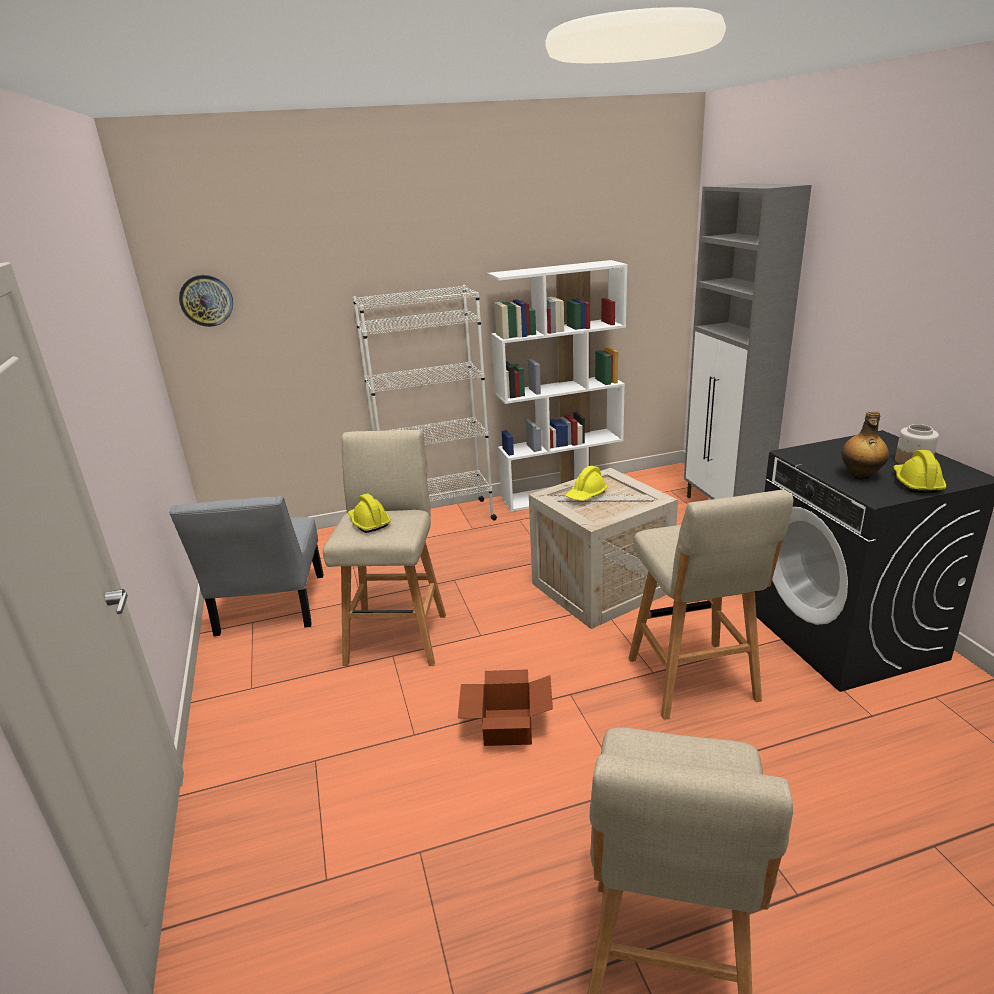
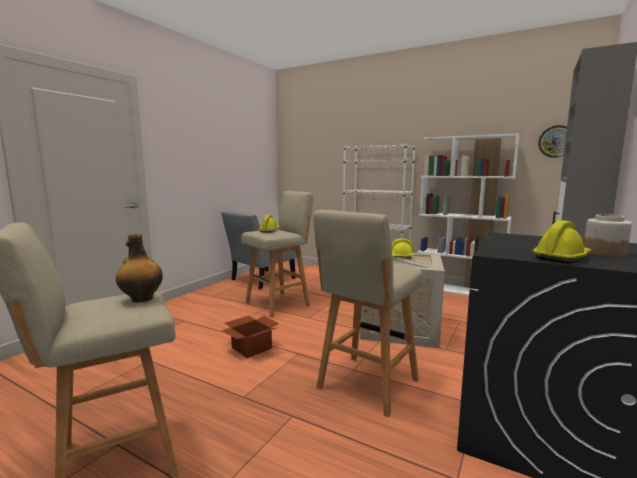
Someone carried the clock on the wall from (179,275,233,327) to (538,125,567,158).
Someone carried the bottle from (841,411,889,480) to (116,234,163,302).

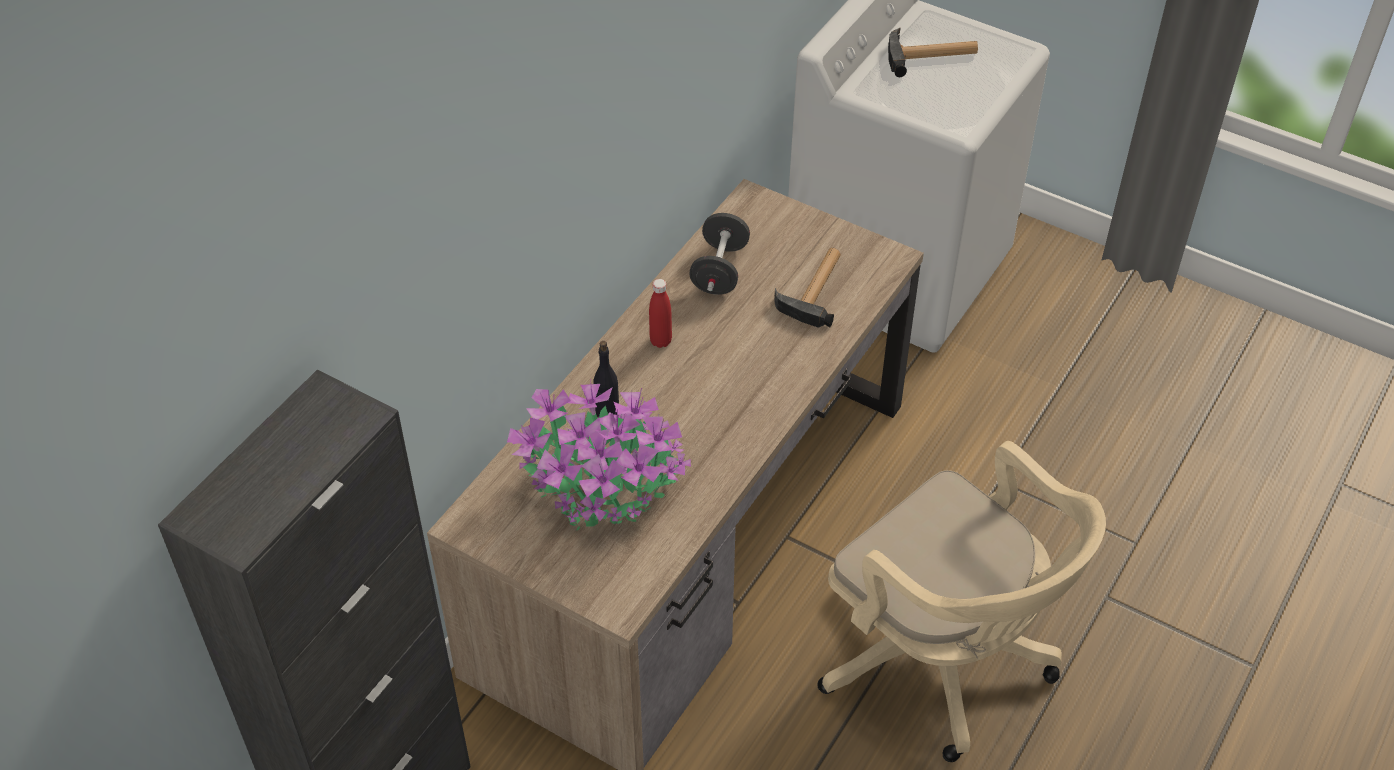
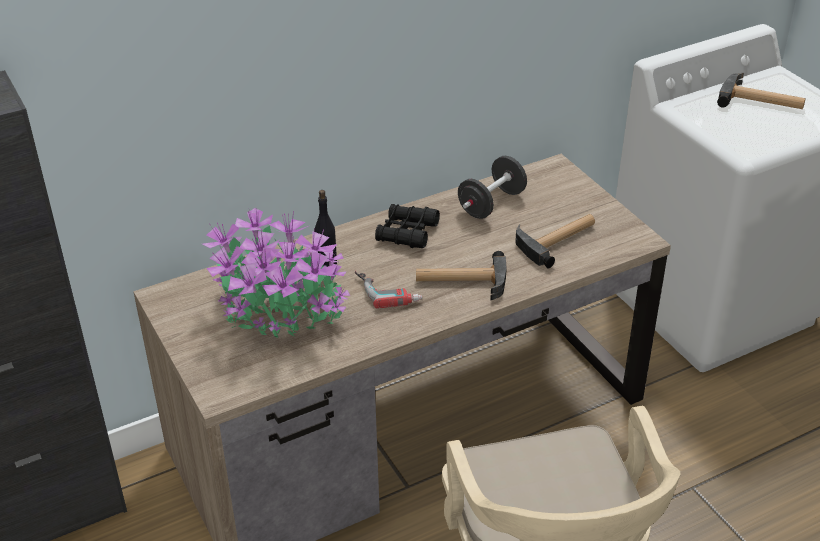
Someone put down the power drill at (355,271,423,309).
Someone put down the hammer at (416,251,507,301).
Someone swapped the red bottle at (649,279,672,348) for the black-coloured pair of binoculars at (375,204,440,248).

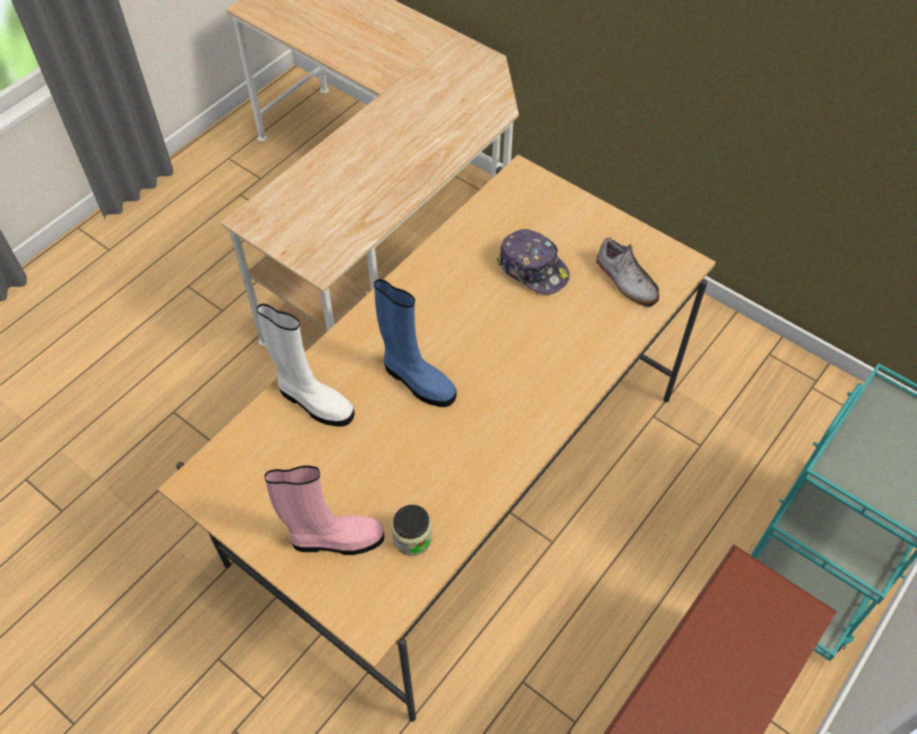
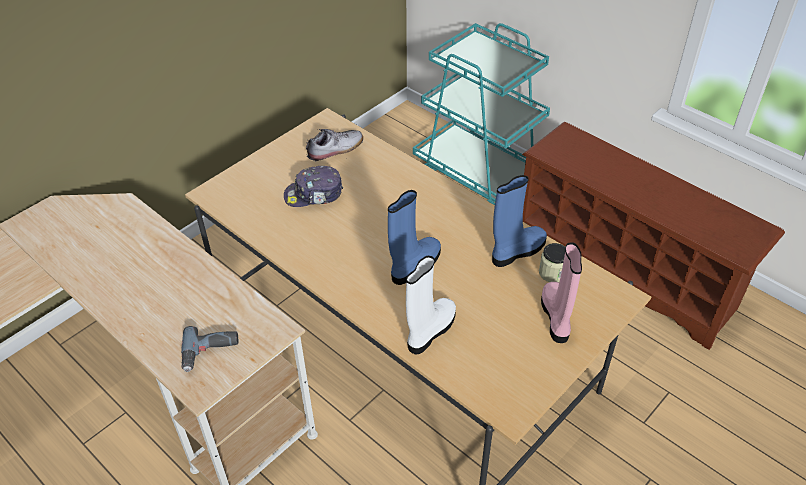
Someone put down the power drill at (181,326,238,372).
Someone put down the bluish boot at (492,175,547,267).
Someone rotated the peaked cap at (496,229,569,295) by 150 degrees counterclockwise.

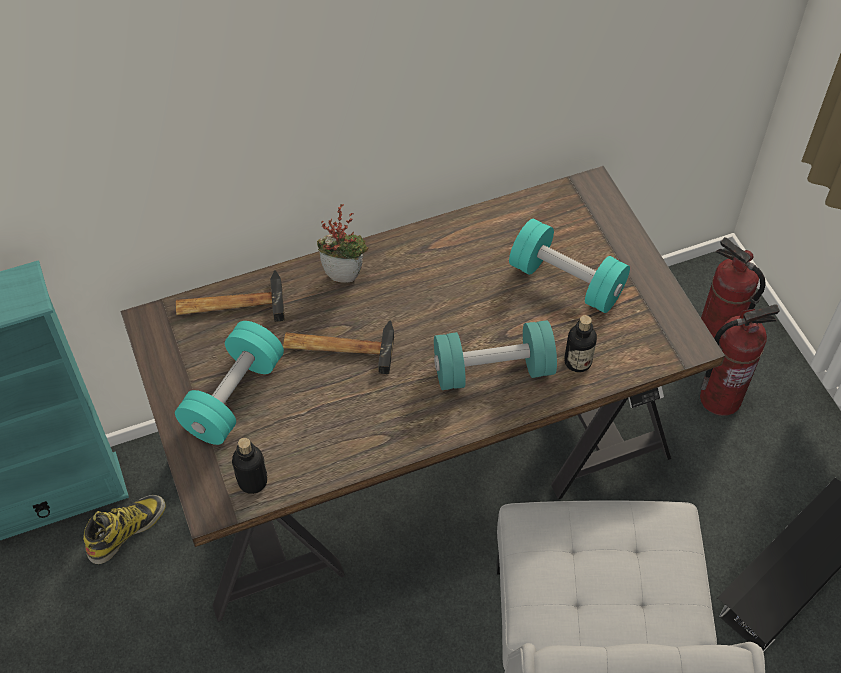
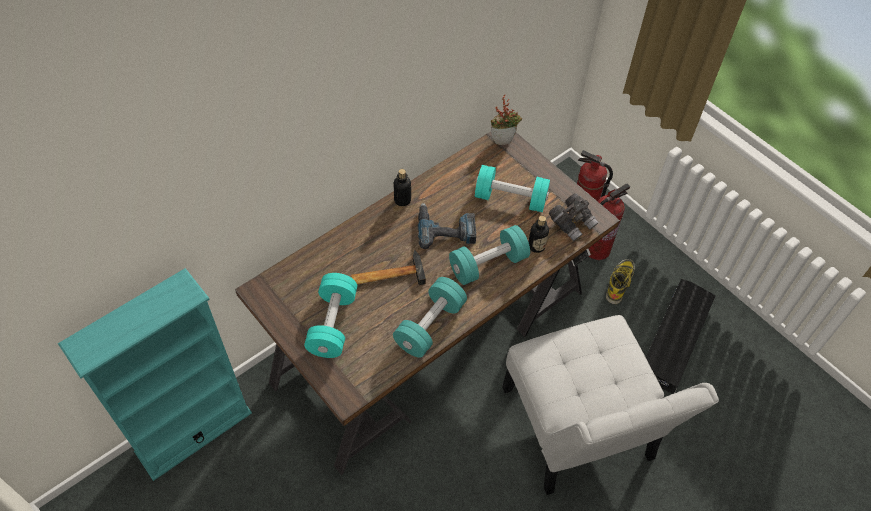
Someone took away the hammer at (176,270,285,322).
Someone put down the turquoise-coloured hand weight at (393,277,467,358).
Someone put down the power drill at (418,203,476,249).
Someone put down the grey pair of binoculars at (549,193,599,241).
Someone carried the boot from (83,495,166,564) to (606,259,635,304).
Someone carried the bottle from (232,438,268,494) to (394,169,411,206).
Someone carried the houseplant from (317,204,369,283) to (491,95,522,145).

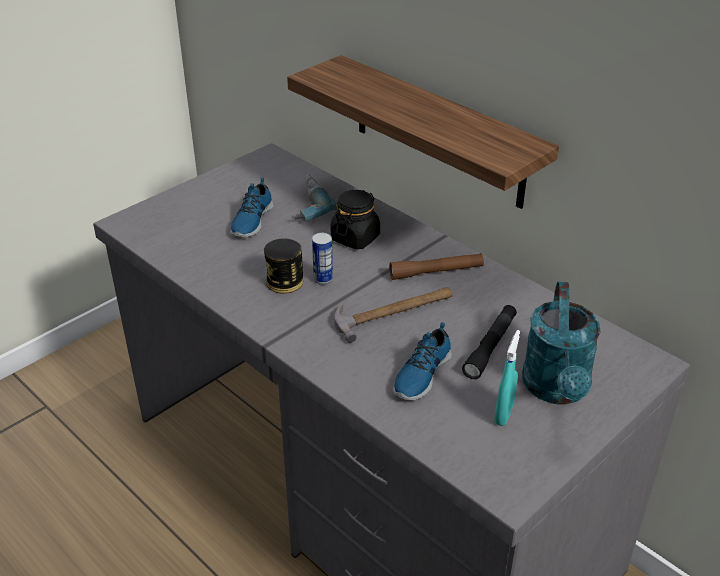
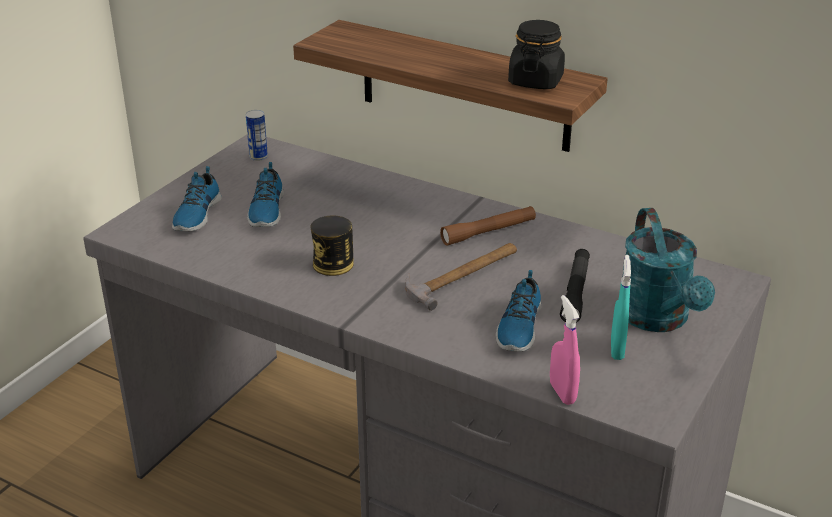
Someone took away the power drill at (294,174,337,221).
Someone put down the shoe at (172,166,222,231).
Someone put down the pink hand sprayer at (550,295,580,405).
Someone carried the sealed can from (312,233,333,285) to (246,110,268,161).
Someone carried the black-coloured jar from (330,190,380,249) to (508,20,565,89).

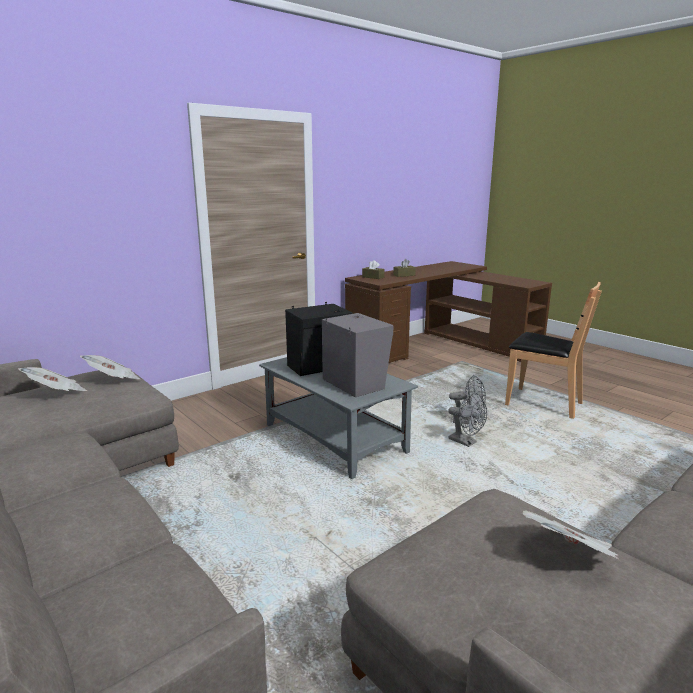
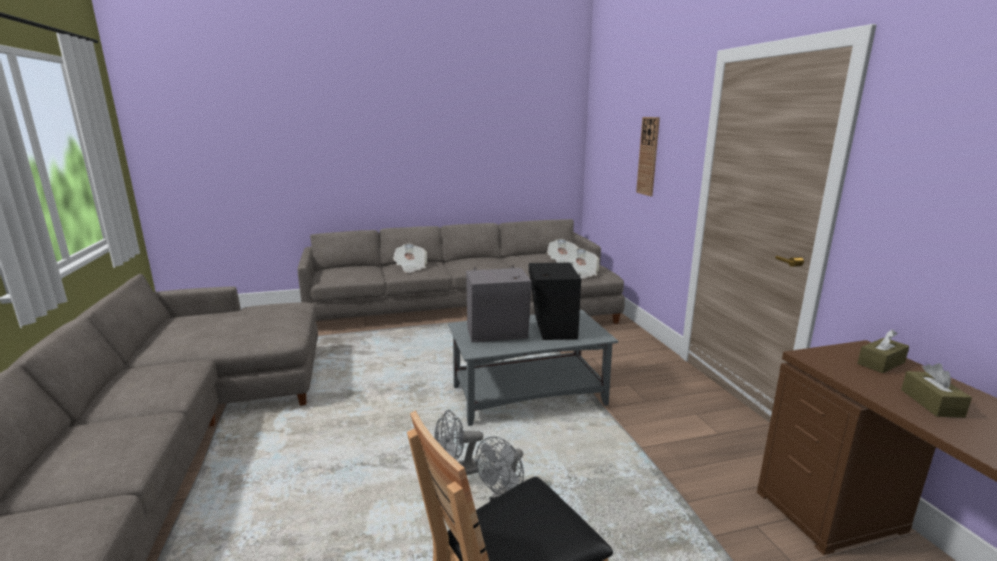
Someone put up the clock on the wall at (636,117,660,196).
Someone carried the daily paper from (523,510,619,559) to (393,243,427,273).

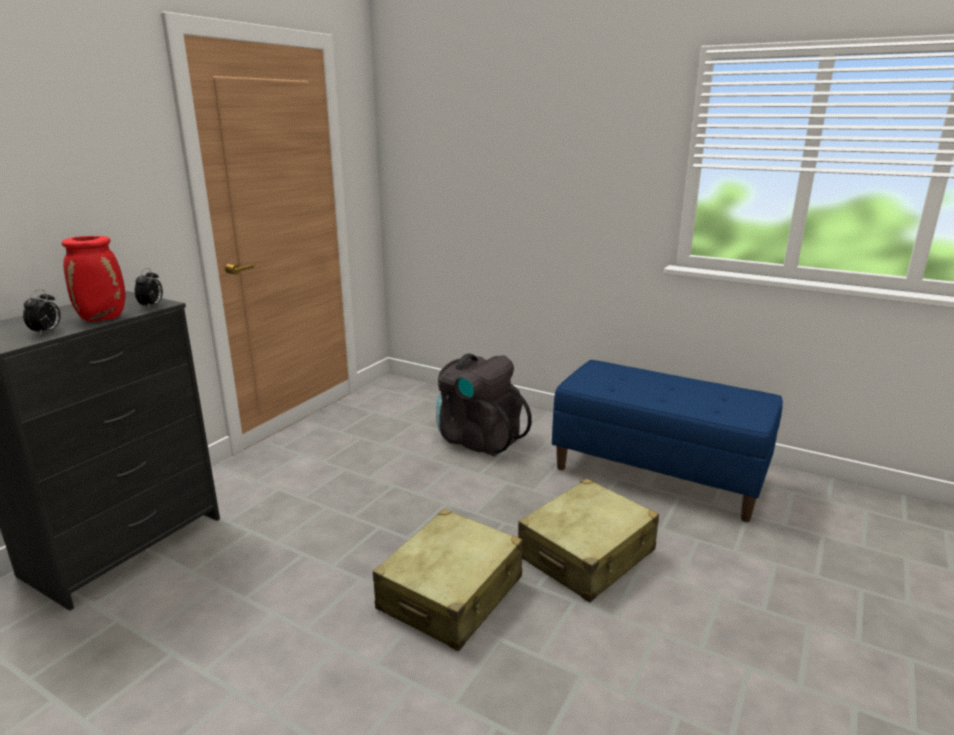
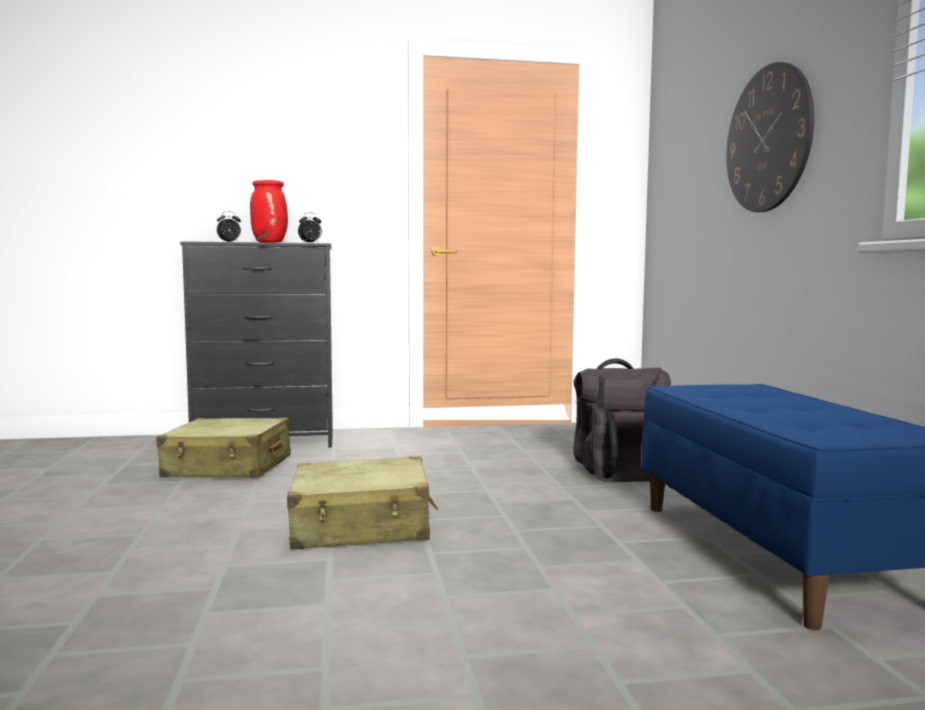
Someone put up the clock on the wall at (726,62,814,212).
Someone carried the beige-coloured piece of luggage from (518,479,659,602) to (156,418,291,478).

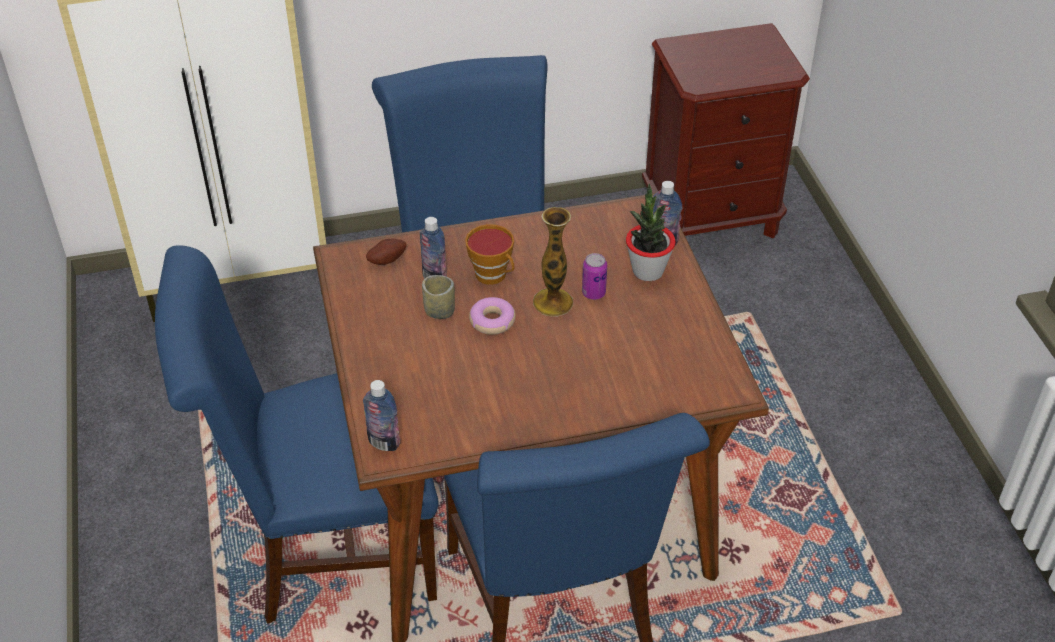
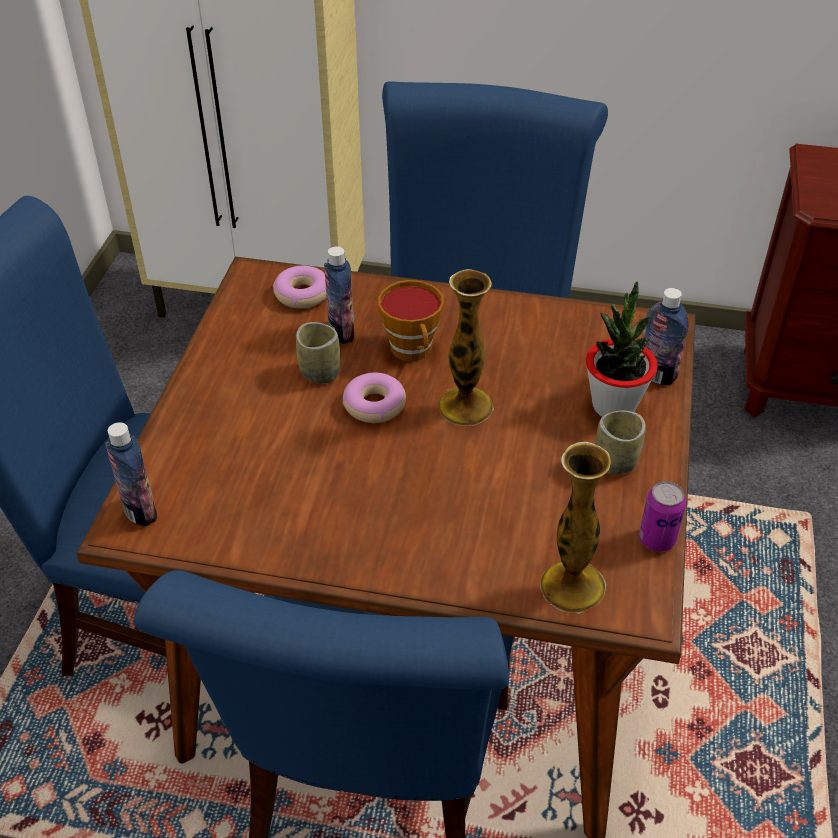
Someone put down the decorative vase at (540,442,611,614).
Someone put down the cup at (595,411,646,474).
Someone carried the sealed can from (582,253,607,300) to (639,481,686,552).
Someone swapped the spud at (366,239,407,265) for the donut at (273,266,326,308).

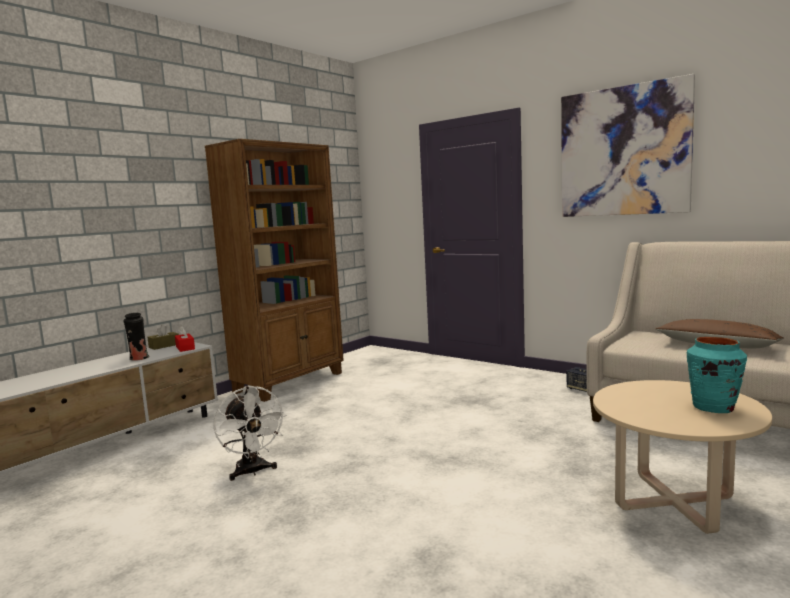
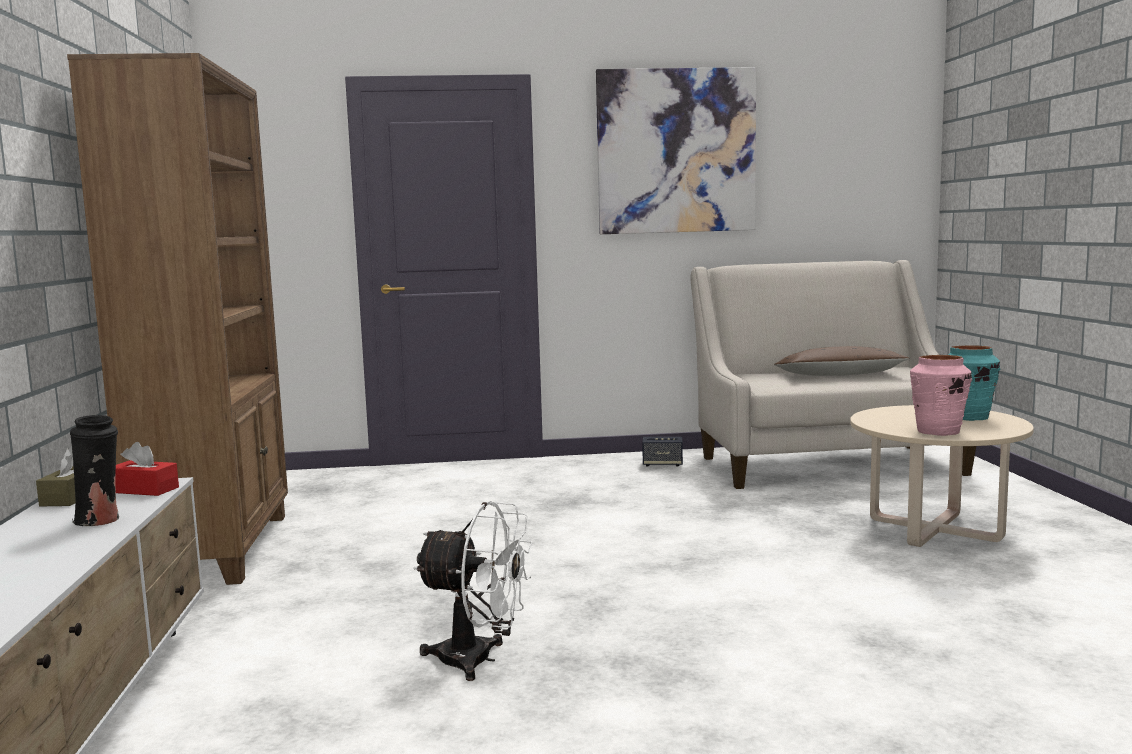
Someone put down the pink decorative vase at (910,355,972,436).

